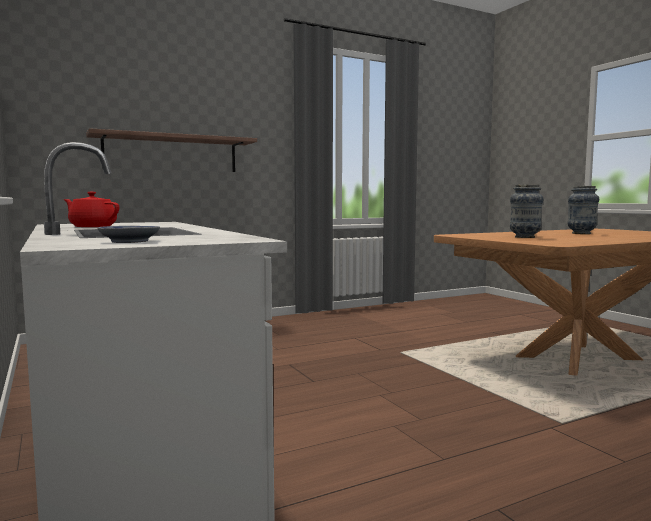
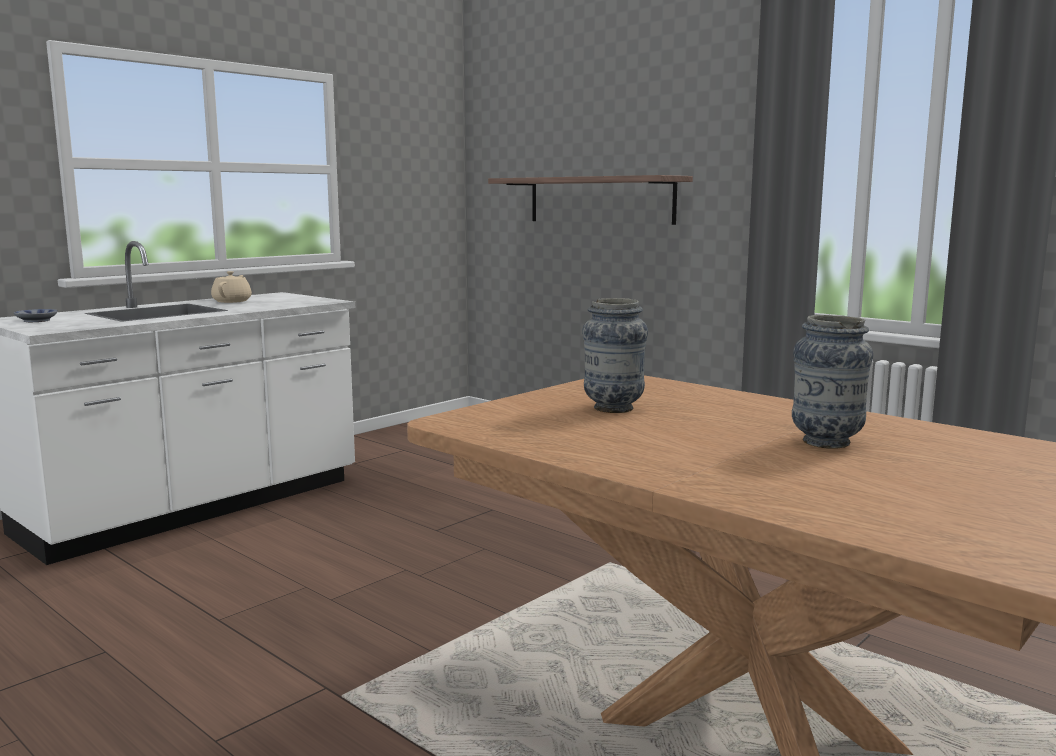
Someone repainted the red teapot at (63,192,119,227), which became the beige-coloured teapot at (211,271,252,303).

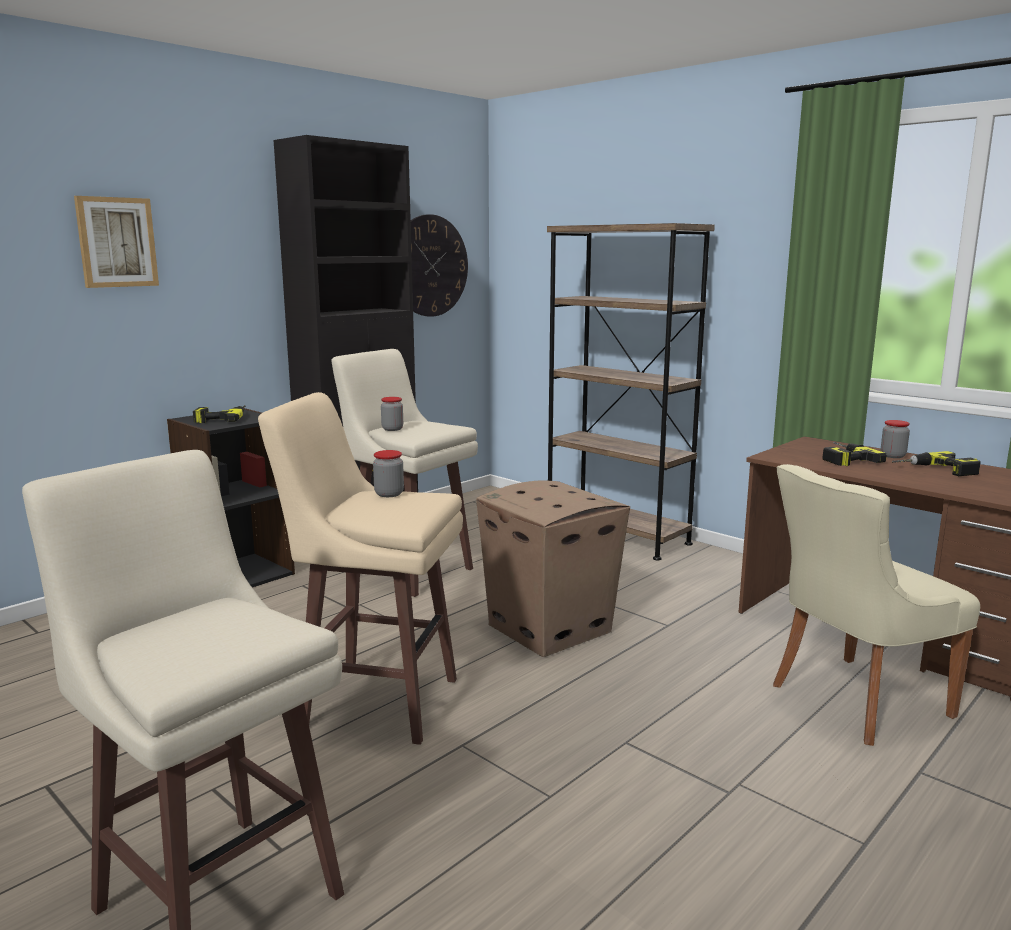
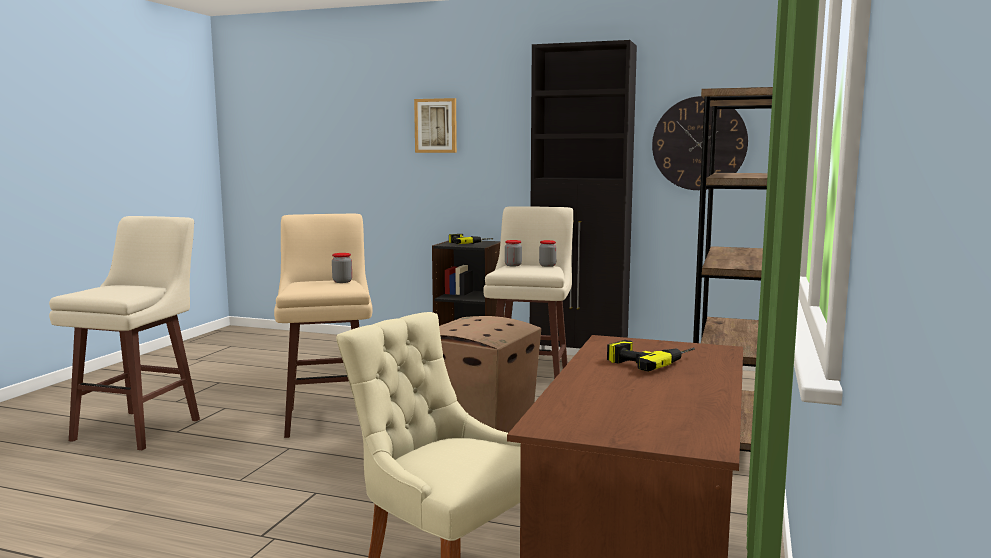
Someone took away the power drill at (892,451,981,476).
Someone carried the jar from (881,420,910,458) to (539,240,557,267).

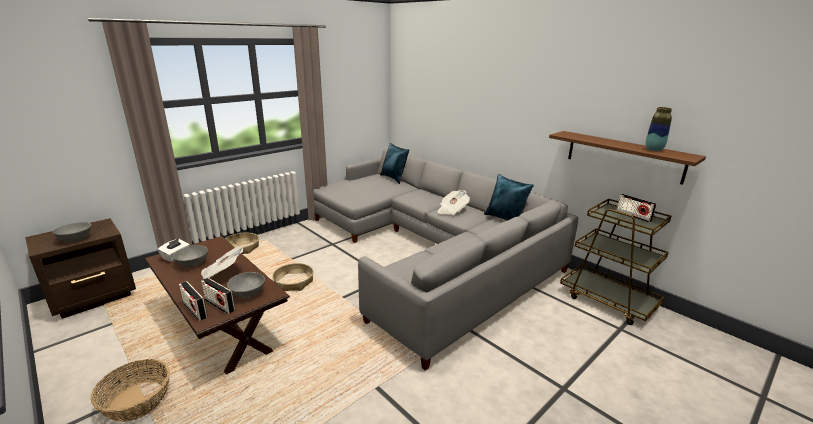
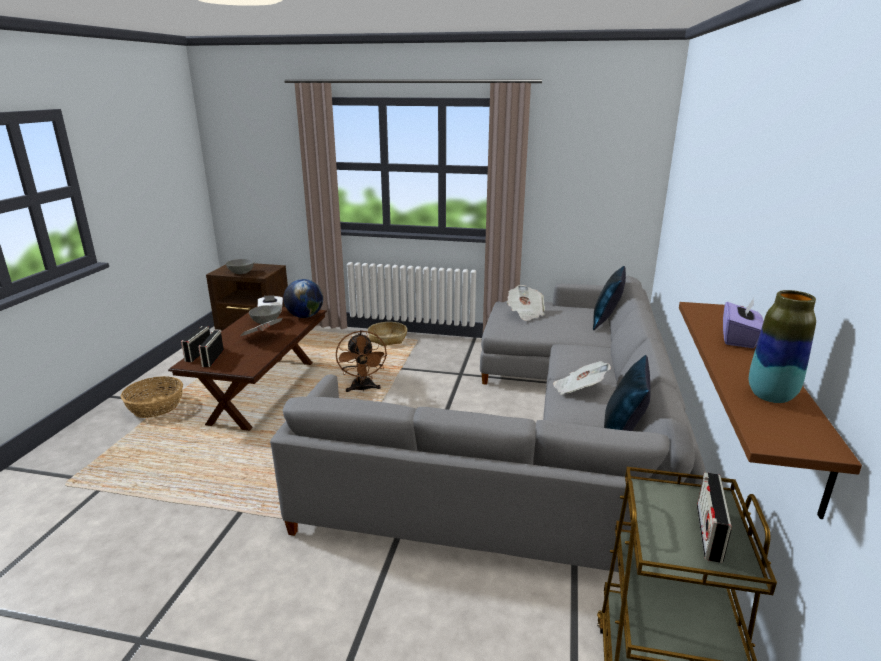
Someone took away the grey deep dish at (227,272,265,298).
Someone put down the desk globe at (283,279,323,318).
Someone put down the daily paper at (507,285,545,321).
Someone put down the purple tissue box at (723,298,764,348).
Someone swapped the basket at (272,263,313,291) for the brown fan at (336,330,387,392).

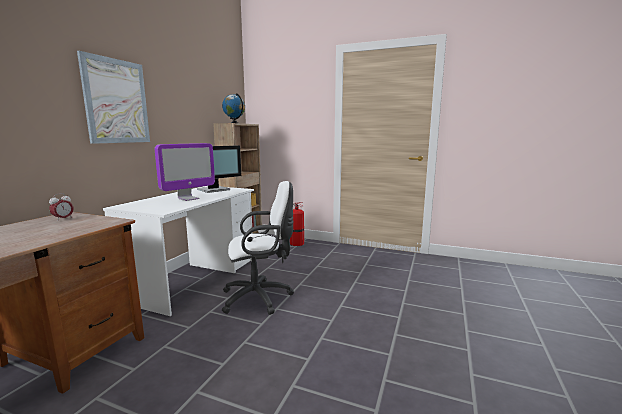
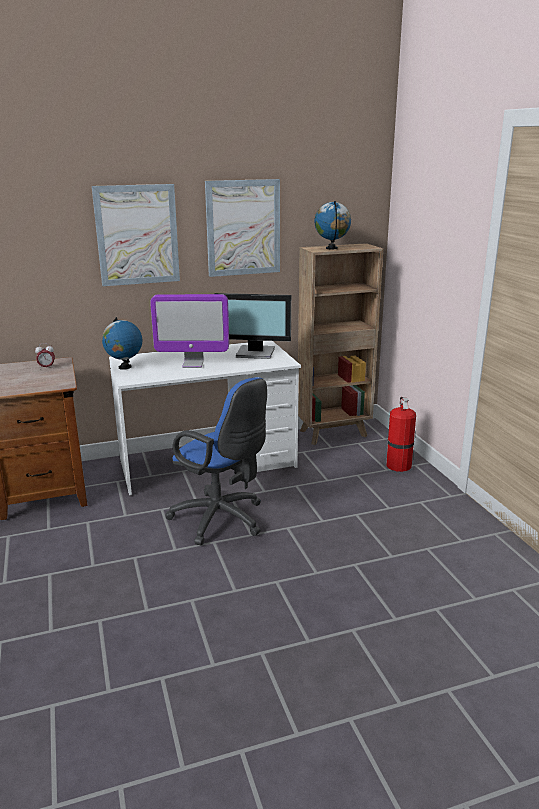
Someone put down the desk globe at (102,317,142,370).
Someone put up the wall art at (205,179,280,277).
Someone repainted the white office chair at (222,181,294,315), which became the bluish office chair at (165,377,267,546).

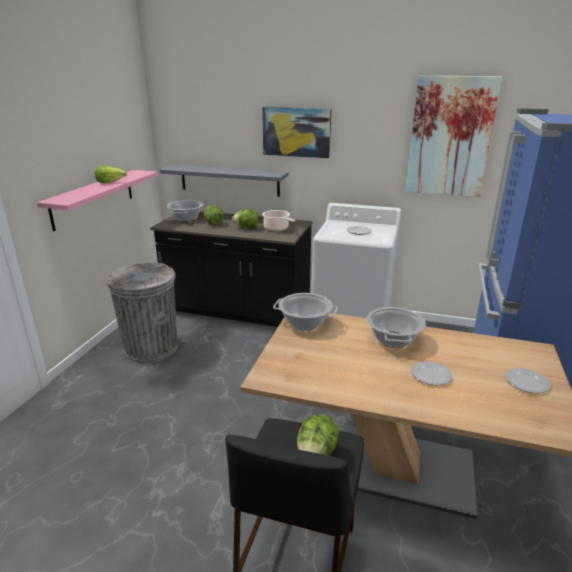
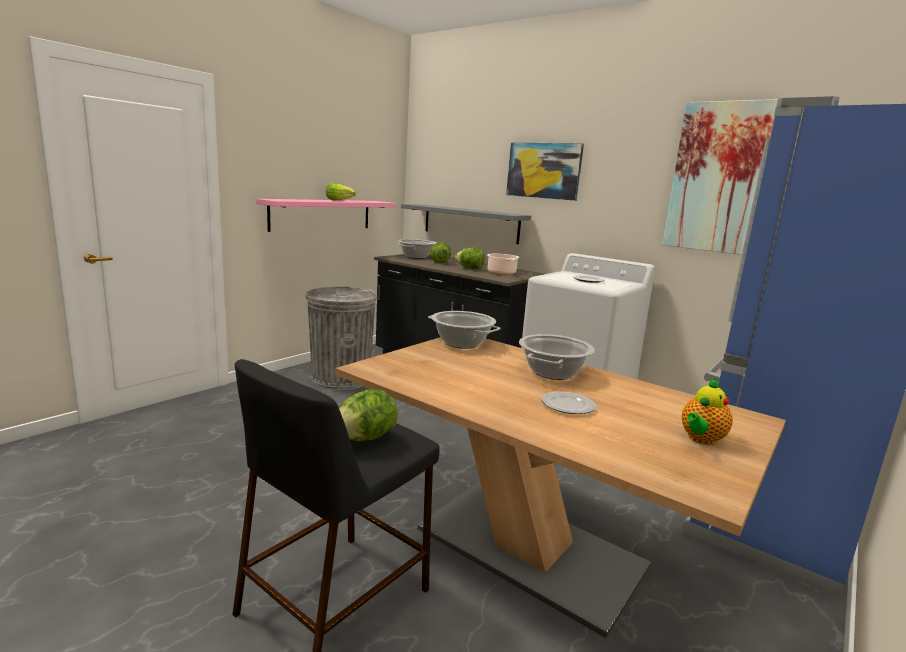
Someone swapped the dinner plate at (505,368,550,393) for the teapot at (682,378,733,445).

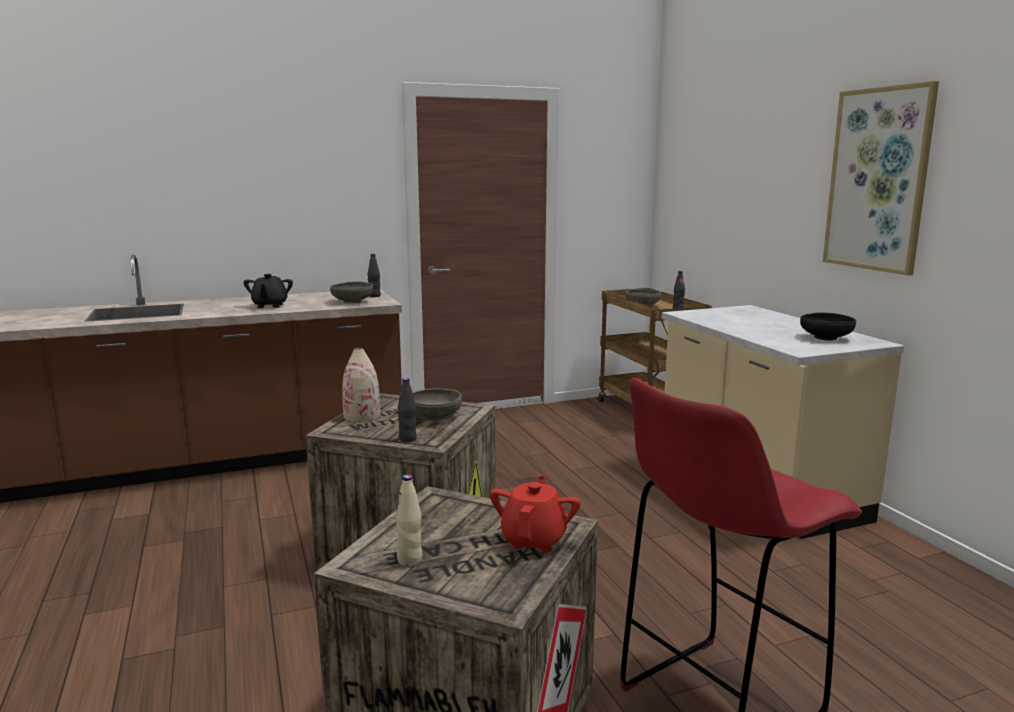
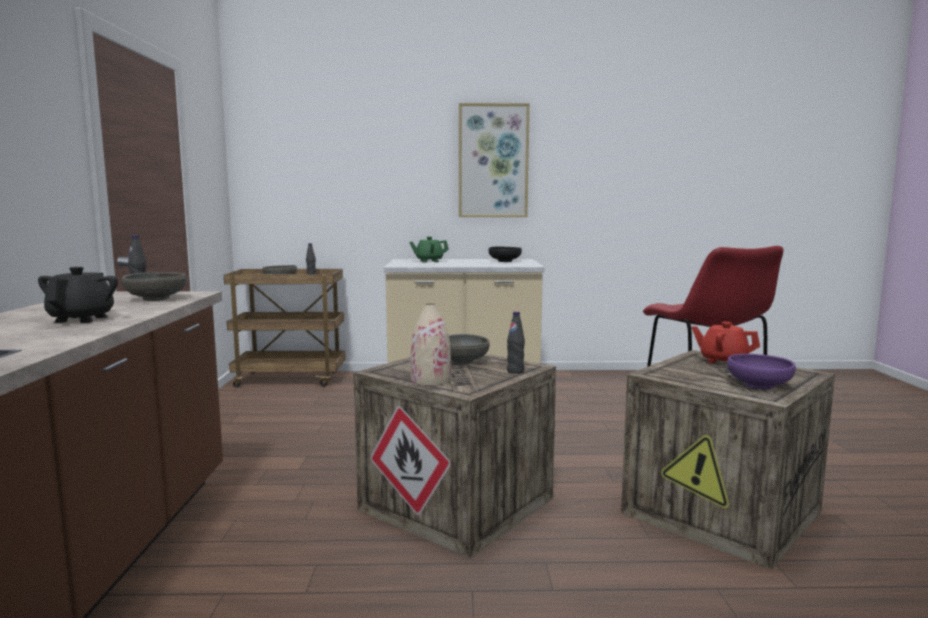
Someone put down the greenish teapot at (409,236,449,262).
Someone swapped the beige-coloured bottle at (395,474,423,566) for the purple deep dish at (727,354,796,389).
Someone rotated the black-coloured teapot at (243,274,293,308) by 105 degrees counterclockwise.

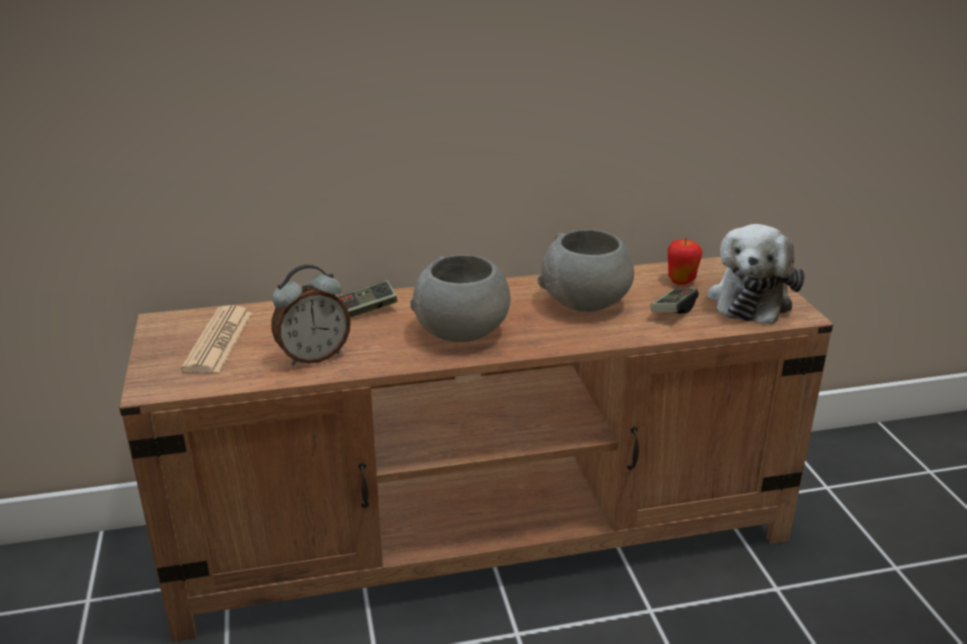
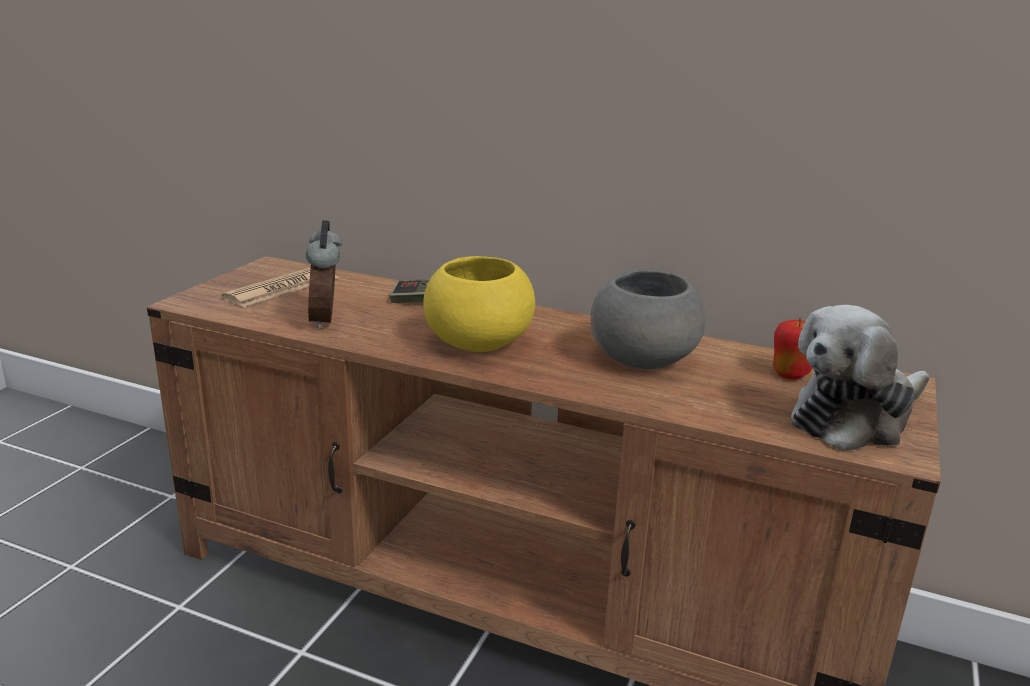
Someone took away the joypad at (651,288,699,314).
Someone repainted the grey deep dish at (410,255,511,342), which became the yellowish deep dish at (424,256,535,352).
Someone rotated the bedside clock at (271,265,351,366) by 75 degrees clockwise.

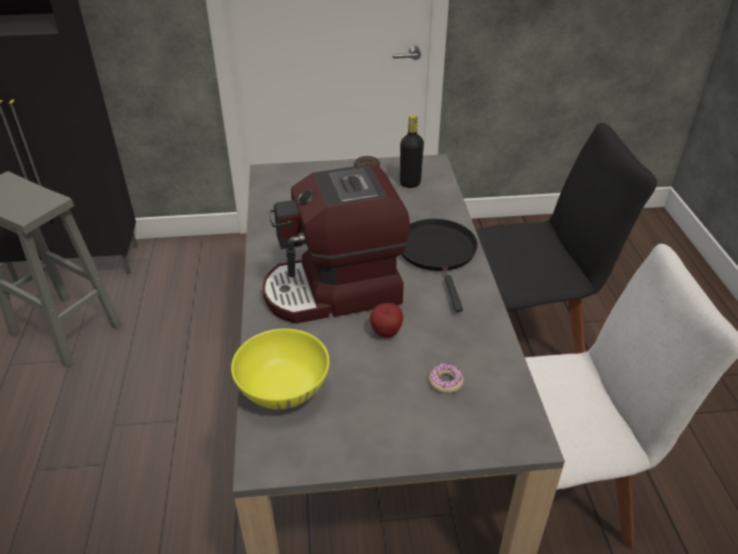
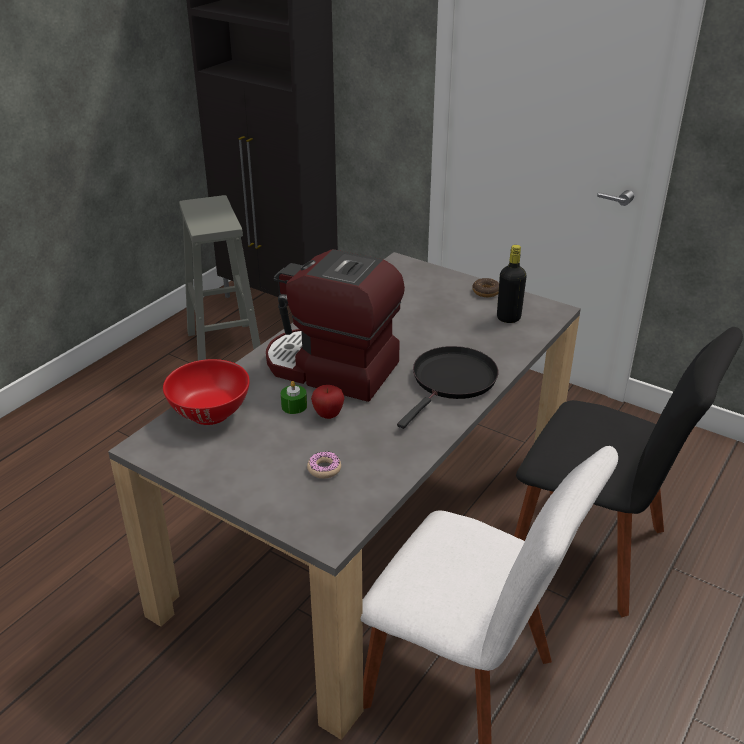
Someone put down the greenish wax light at (281,381,307,414).
Someone repainted the yellowish deep dish at (231,329,330,409), which became the red deep dish at (163,359,250,425).

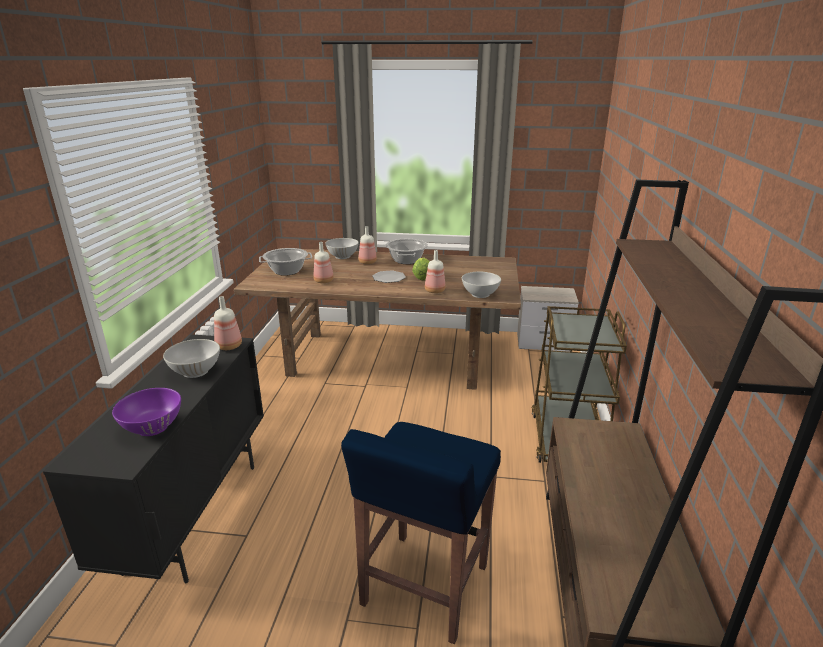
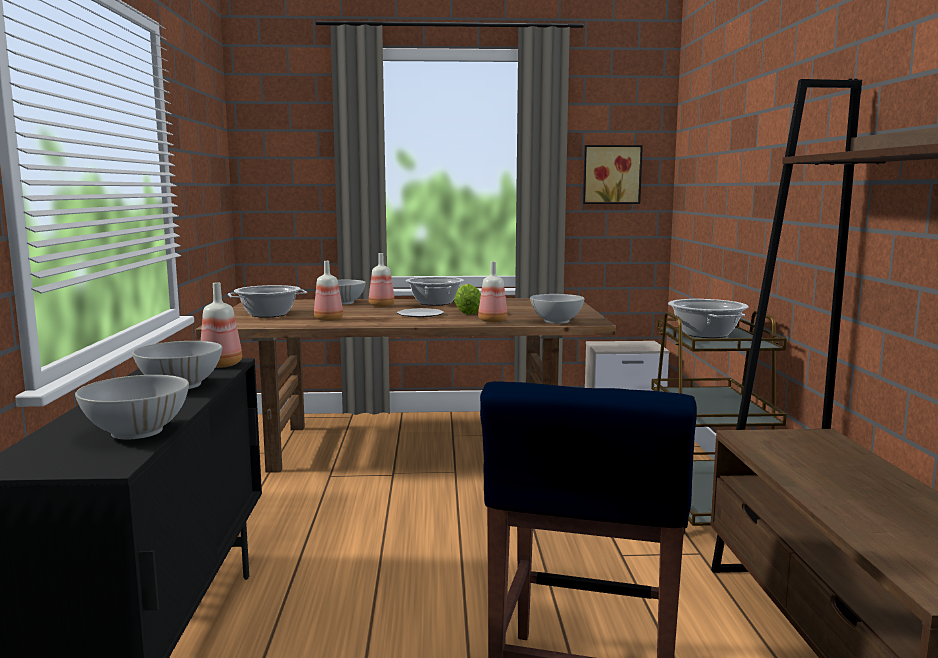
Someone put up the wall art at (583,145,643,204).
Someone put down the saucepot at (668,299,749,338).
Someone repainted the purple deep dish at (112,388,181,436), which became the white deep dish at (75,375,189,439).

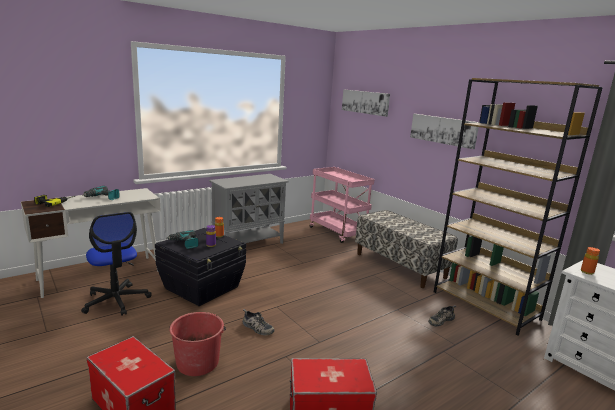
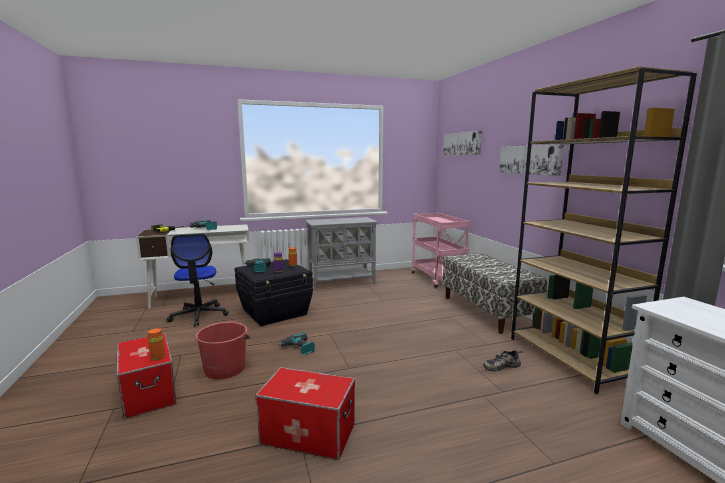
Someone carried the orangey bottle from (581,247,600,275) to (148,328,165,360).
Someone swapped the shoe at (242,309,274,336) for the power drill at (277,332,315,355).

